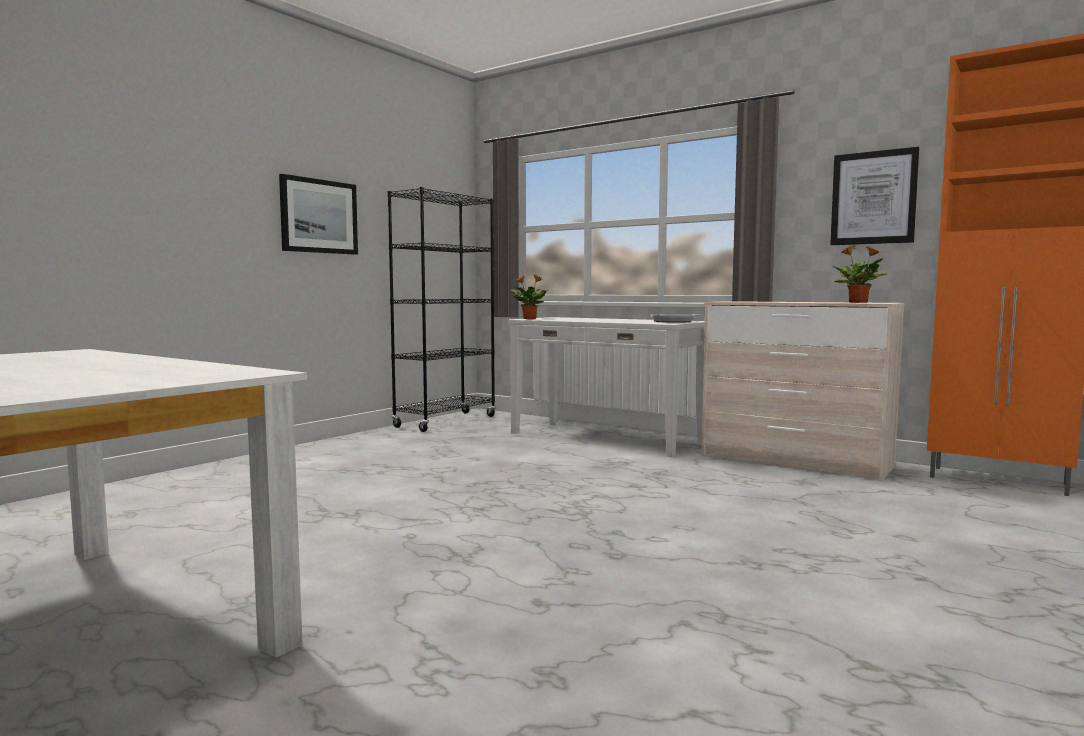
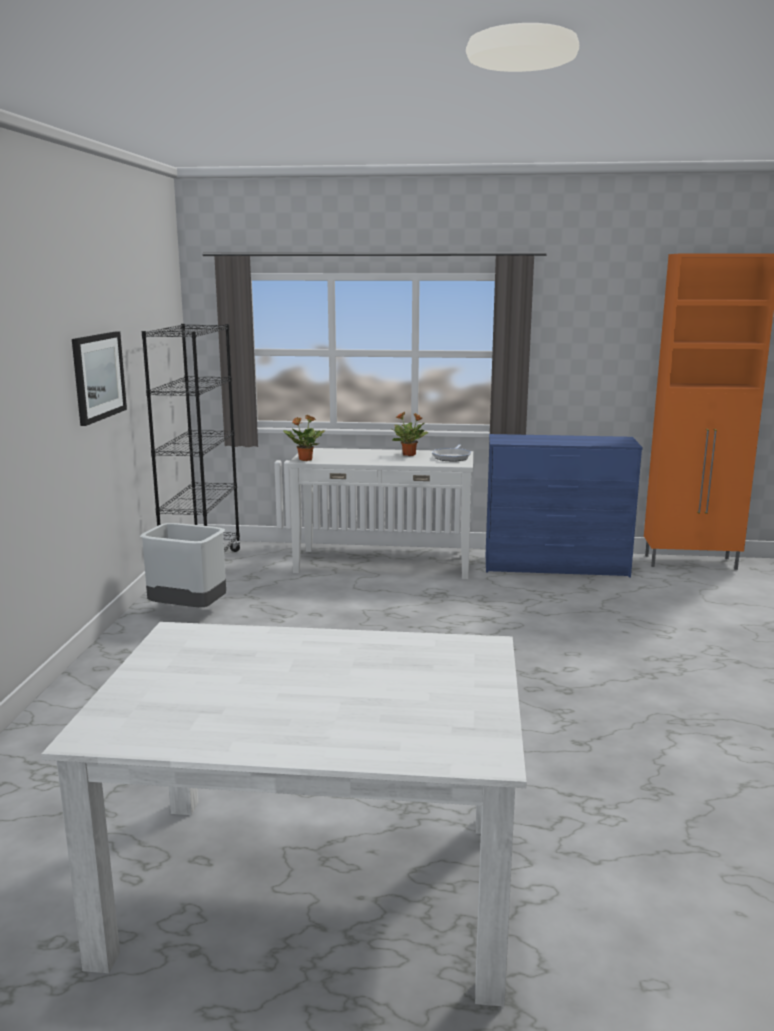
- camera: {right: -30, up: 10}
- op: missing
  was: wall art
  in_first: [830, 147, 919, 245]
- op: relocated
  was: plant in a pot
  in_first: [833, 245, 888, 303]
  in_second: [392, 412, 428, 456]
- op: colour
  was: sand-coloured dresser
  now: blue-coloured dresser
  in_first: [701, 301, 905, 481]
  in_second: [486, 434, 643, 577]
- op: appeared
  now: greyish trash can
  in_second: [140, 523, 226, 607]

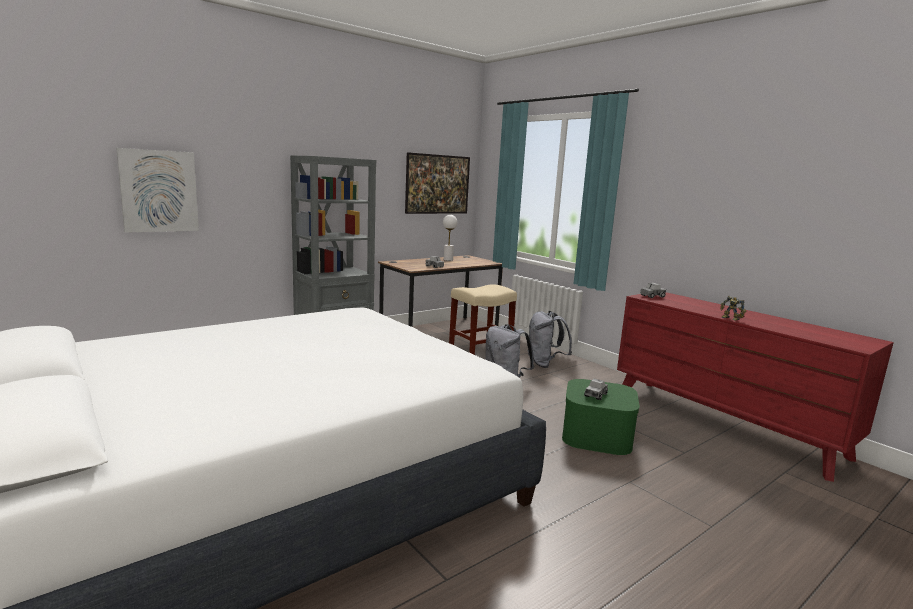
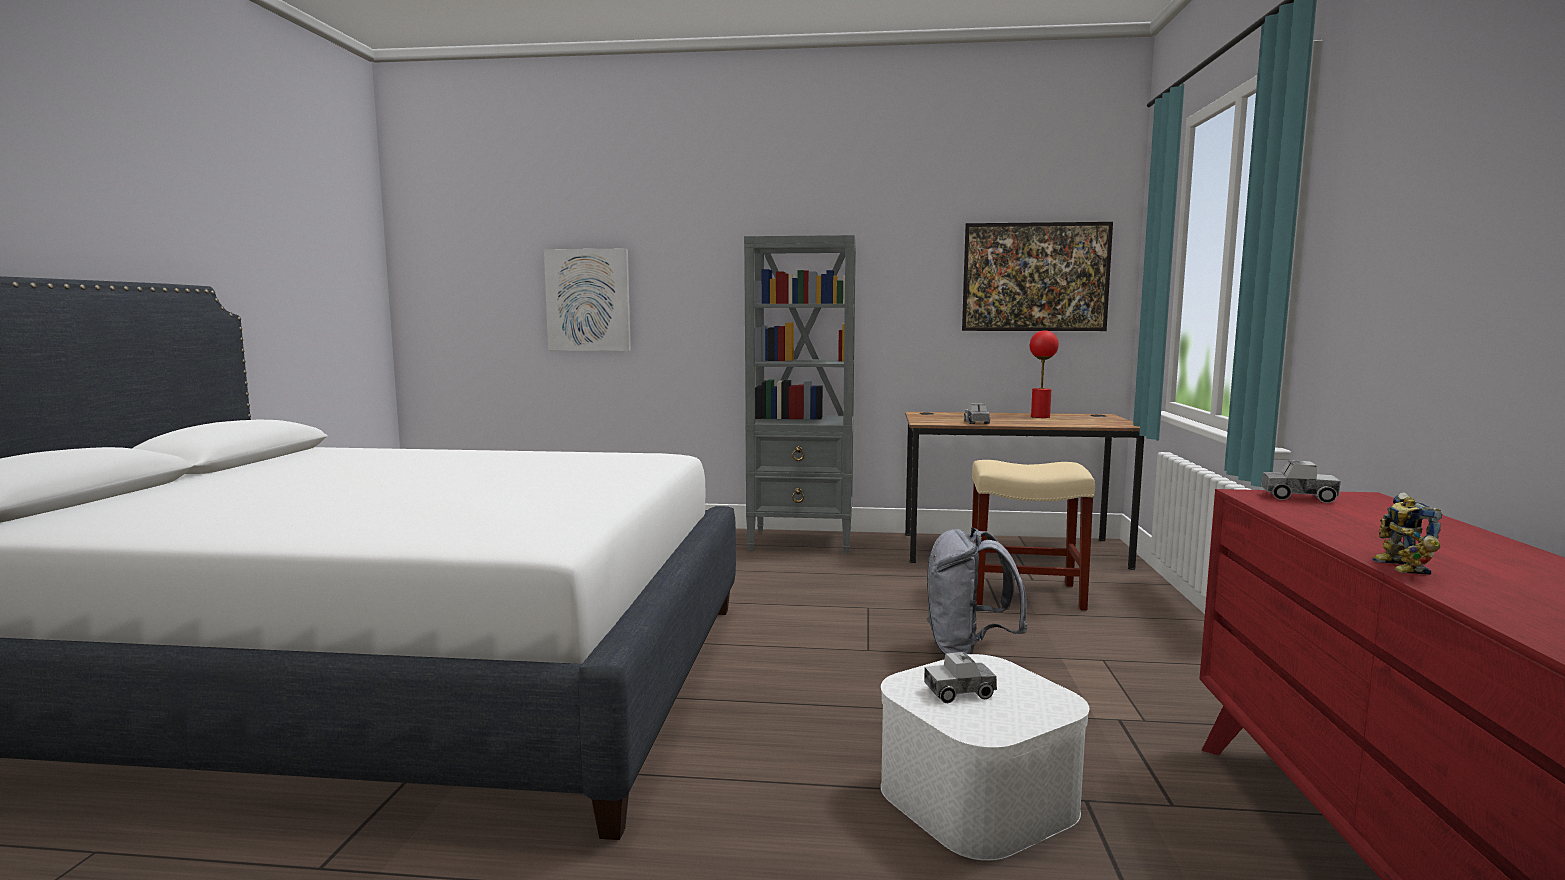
- camera: {right: 45, up: -5}
- op: colour
  was: whitish table lamp
  now: red table lamp
  in_first: [443, 215, 457, 261]
  in_second: [1030, 331, 1059, 418]
- op: missing
  was: greyish knapsack
  in_first: [527, 311, 572, 368]
- op: colour
  was: greenish storage container
  now: whitish storage container
  in_first: [562, 379, 640, 455]
  in_second: [881, 654, 1089, 861]

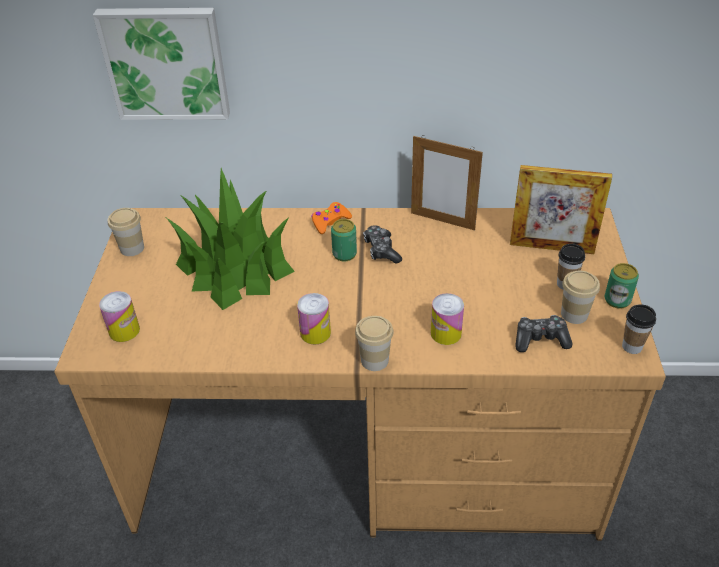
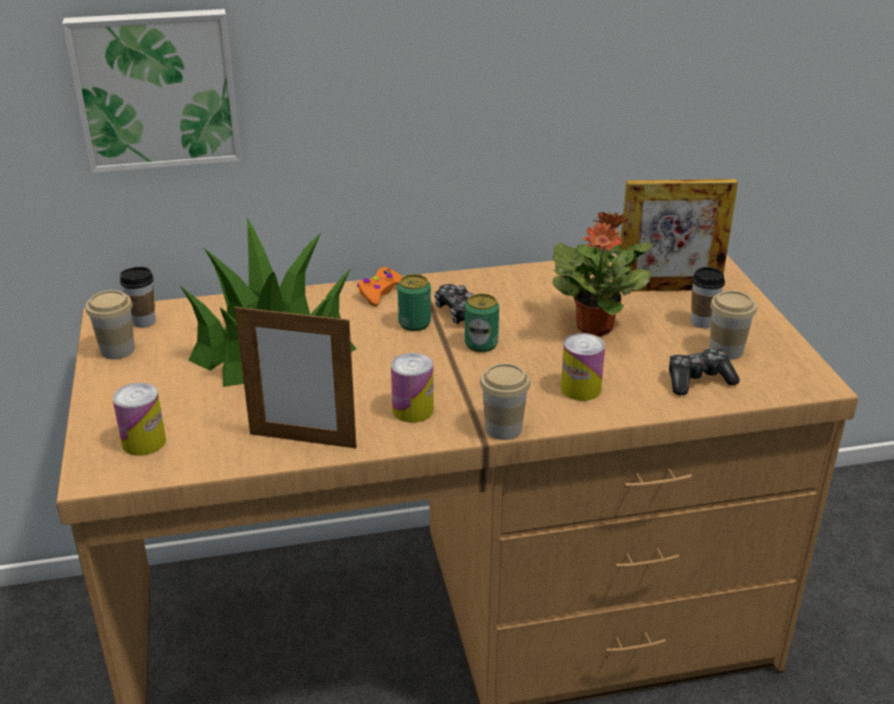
- camera: {right: -15, up: -10}
- op: relocated
  was: standing frame
  in_first: [411, 135, 483, 230]
  in_second: [235, 304, 357, 448]
- op: relocated
  was: sealed can
  in_first: [605, 263, 639, 309]
  in_second: [465, 294, 499, 352]
- op: relocated
  was: drinking cup
  in_first: [622, 304, 656, 354]
  in_second: [120, 267, 156, 328]
- op: appeared
  now: plant in a pot
  in_second: [552, 212, 653, 336]

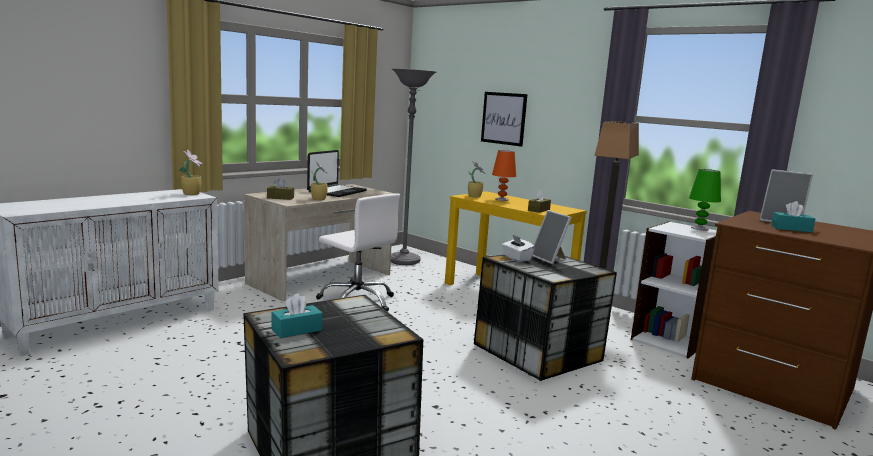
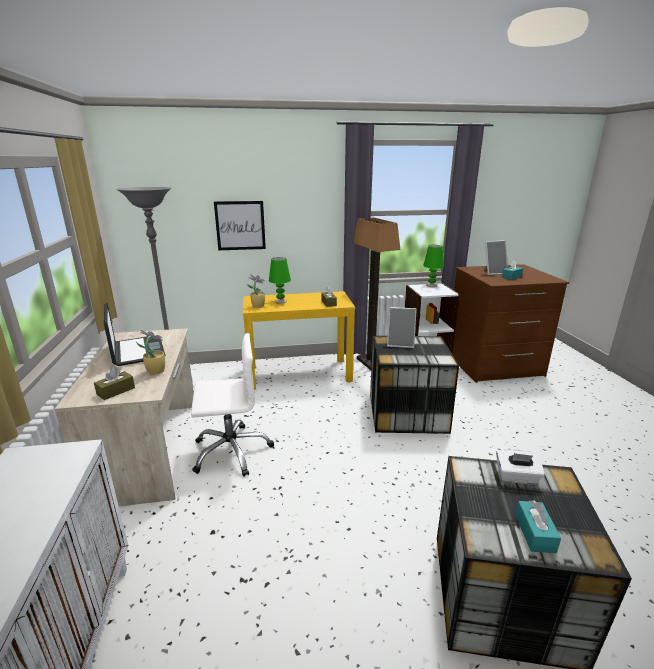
- camera: {right: -50, up: 10}
- op: missing
  was: plant in a pot
  in_first: [179, 149, 203, 195]
- op: colour
  was: orange-coloured table lamp
  now: greenish table lamp
  in_first: [492, 150, 516, 201]
  in_second: [269, 257, 291, 304]
- op: relocated
  was: whitish tissue box
  in_first: [502, 235, 535, 262]
  in_second: [496, 449, 545, 484]

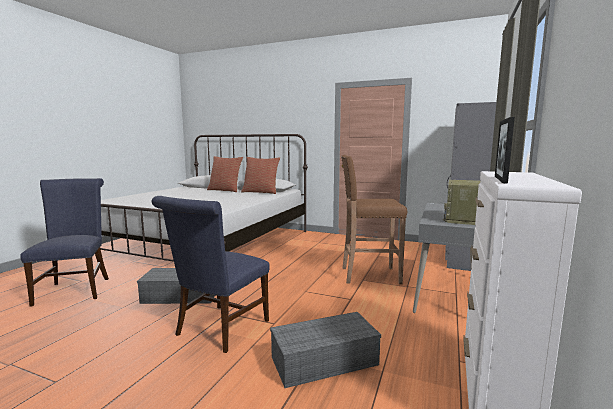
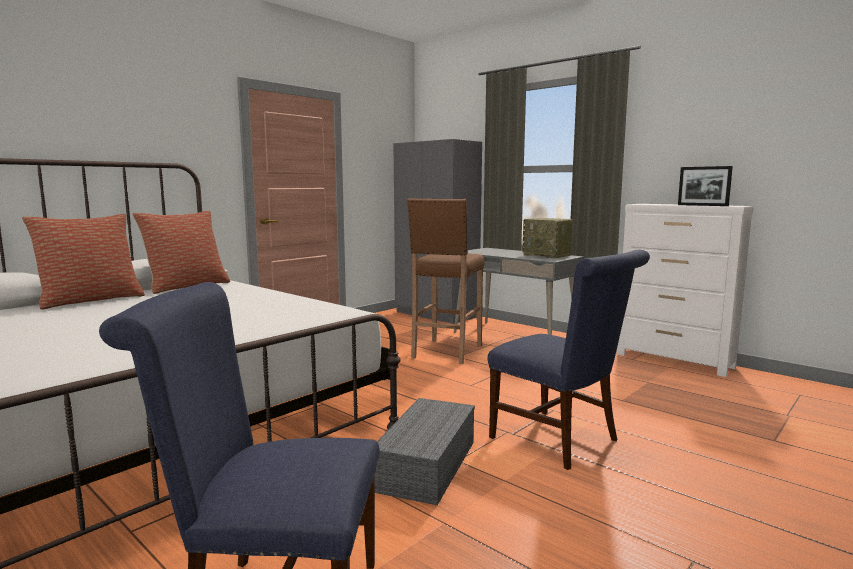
- camera: {right: -70, up: 0}
- op: missing
  was: greyish storage container
  in_first: [270, 312, 381, 388]

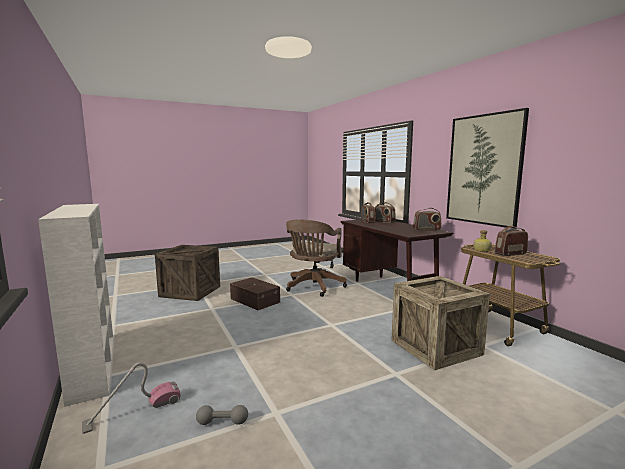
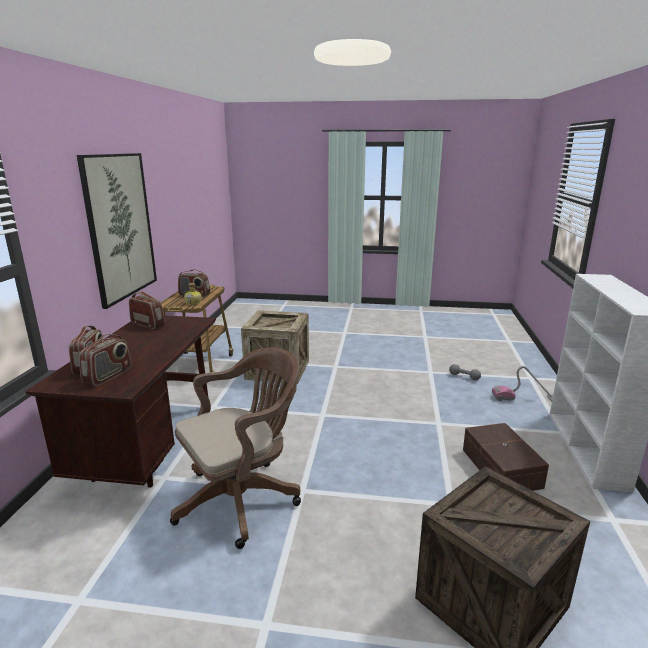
- camera: {right: -145, up: 10}
- op: relocated
  was: brownish storage container
  in_first: [230, 277, 280, 310]
  in_second: [463, 423, 549, 491]

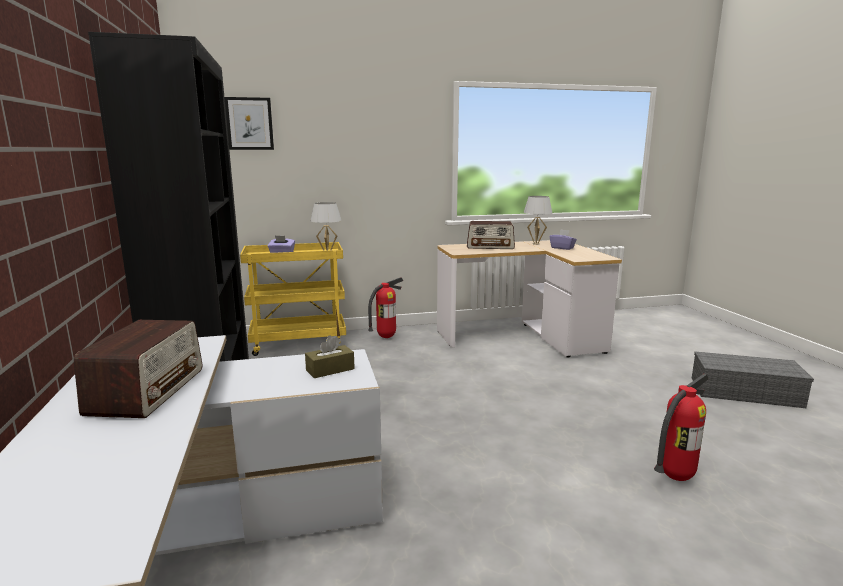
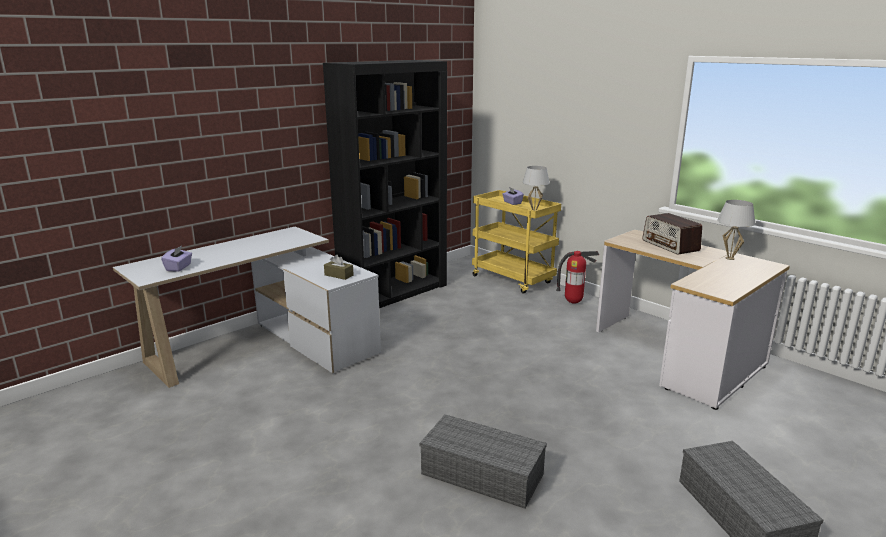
- camera: {right: 60, up: 5}
- op: missing
  was: wall art
  in_first: [224, 97, 274, 150]
- op: relocated
  was: purple-coloured tissue box
  in_first: [550, 229, 577, 250]
  in_second: [161, 245, 192, 272]
- op: missing
  was: radio set
  in_first: [74, 320, 202, 418]
- op: exchanged
  was: extinguisher
  now: greyish storage container
  in_first: [654, 374, 708, 481]
  in_second: [420, 414, 547, 509]

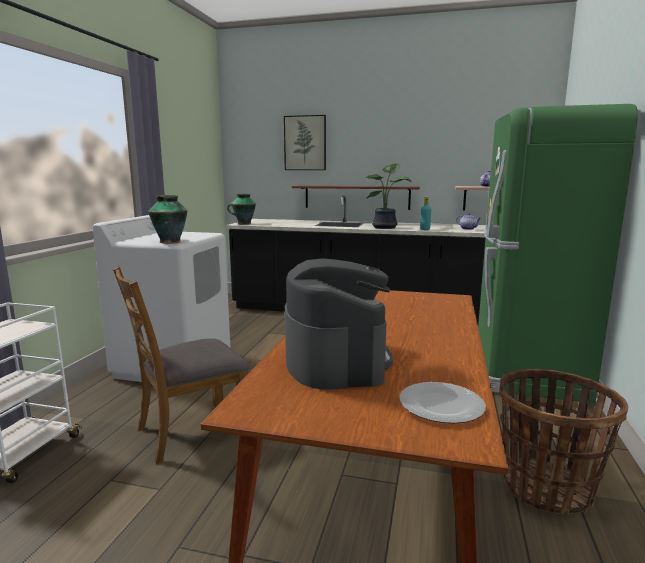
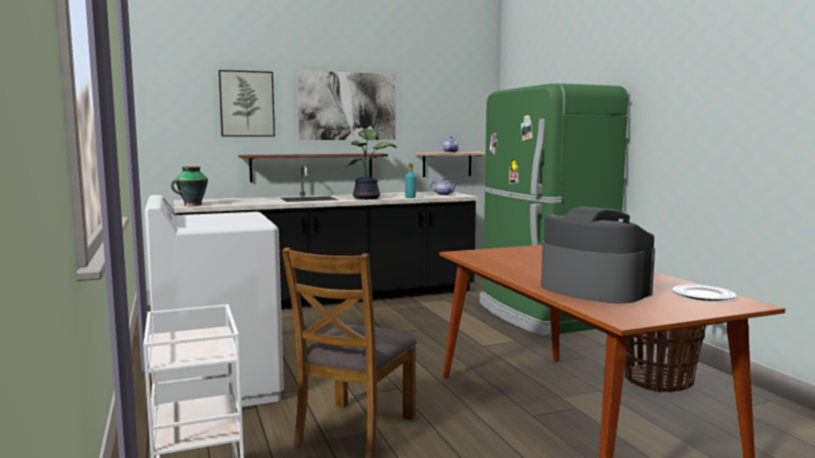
- camera: {right: -35, up: -5}
- op: missing
  was: flower vase
  in_first: [148, 195, 187, 244]
- op: appeared
  now: wall art
  in_second: [297, 70, 396, 140]

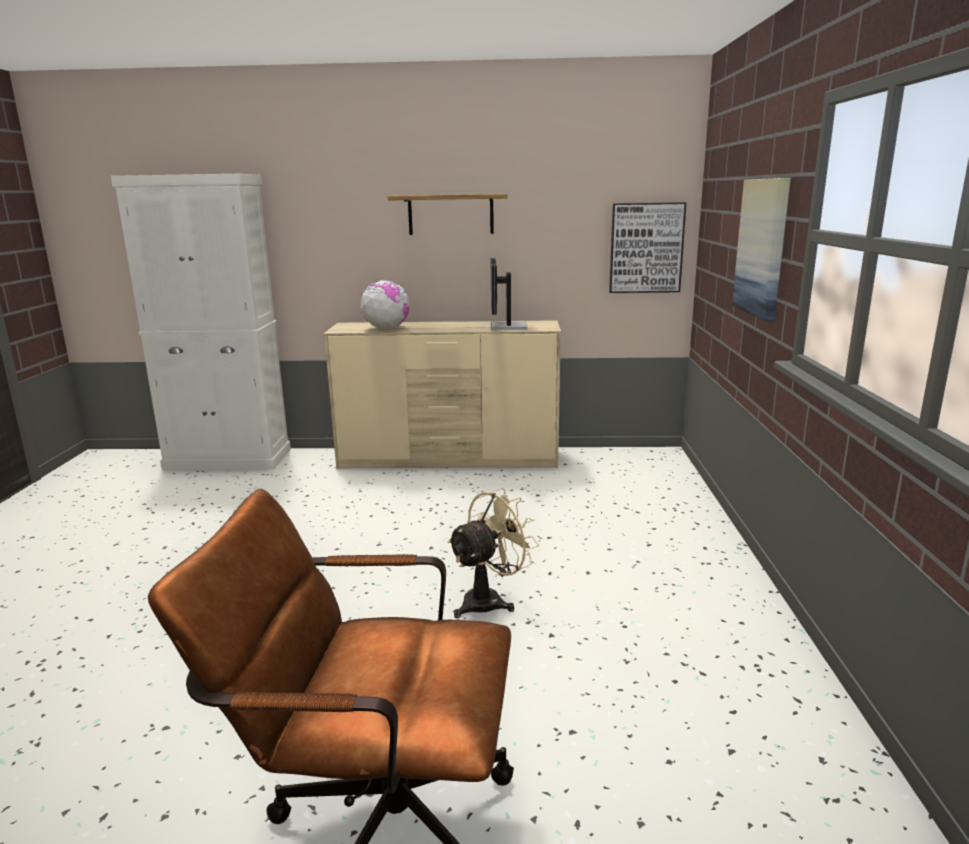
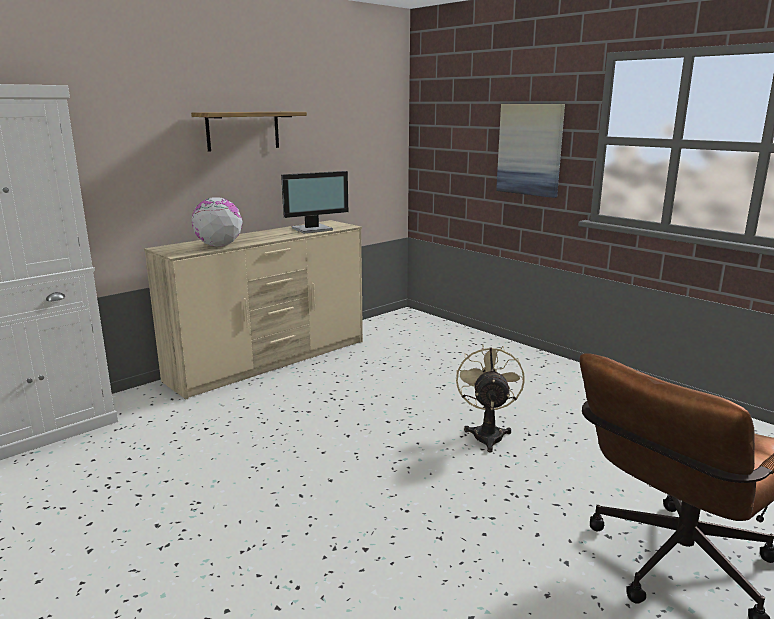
- camera: {right: -45, up: 0}
- op: missing
  was: wall art
  in_first: [609, 202, 686, 293]
- op: spun
  was: computer screen
  in_first: [490, 258, 527, 330]
  in_second: [281, 171, 348, 233]
  clockwise: -75

